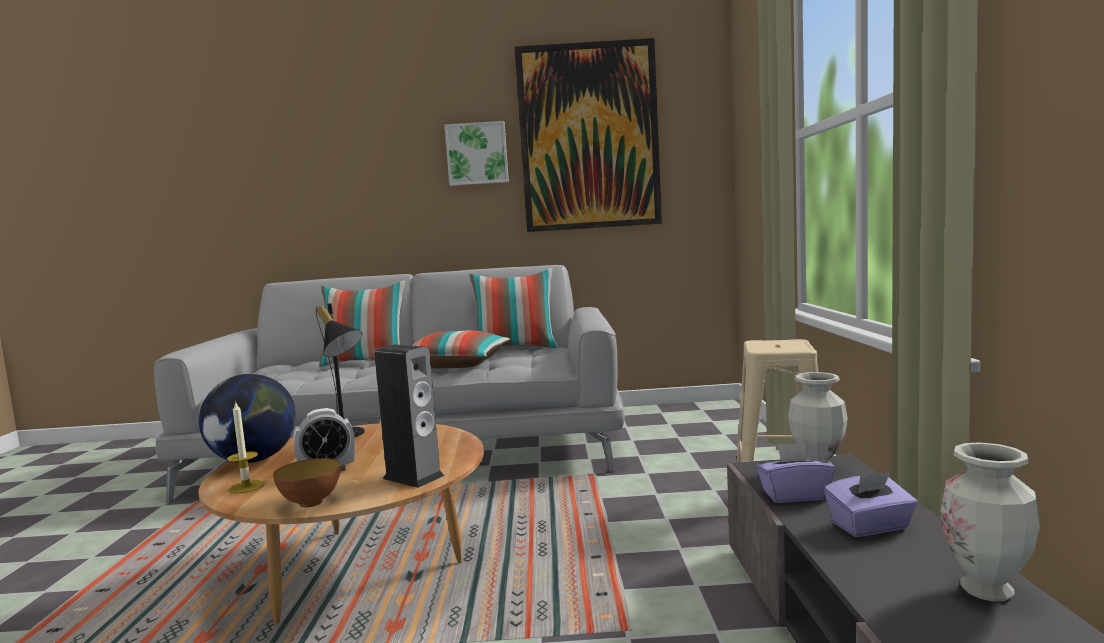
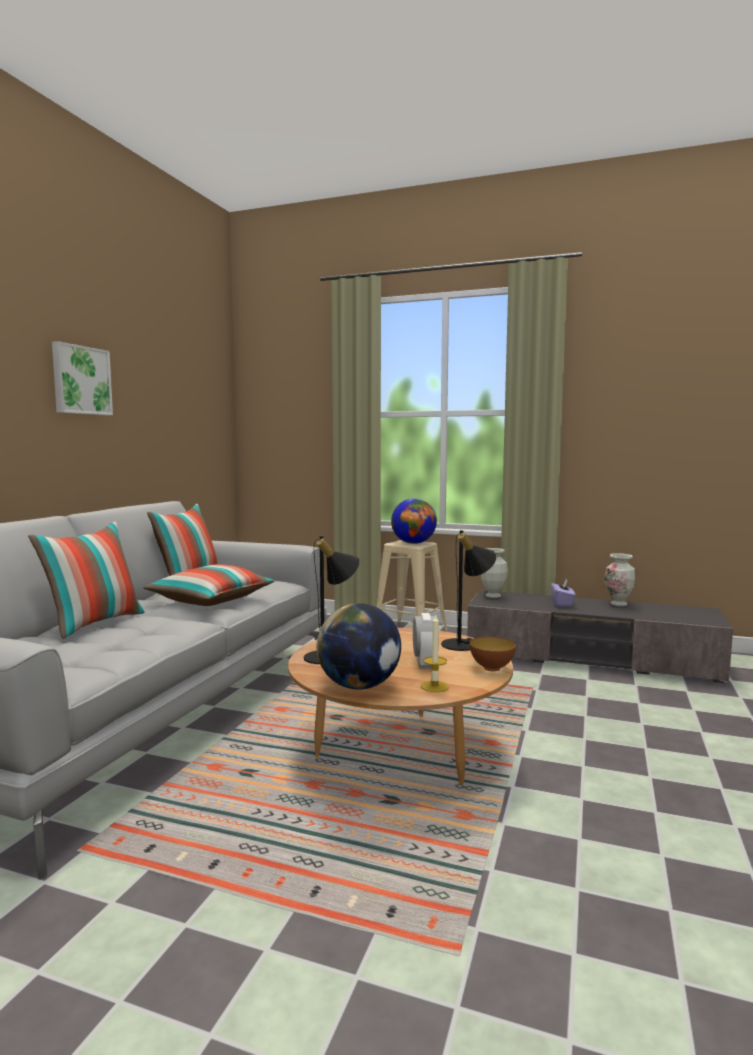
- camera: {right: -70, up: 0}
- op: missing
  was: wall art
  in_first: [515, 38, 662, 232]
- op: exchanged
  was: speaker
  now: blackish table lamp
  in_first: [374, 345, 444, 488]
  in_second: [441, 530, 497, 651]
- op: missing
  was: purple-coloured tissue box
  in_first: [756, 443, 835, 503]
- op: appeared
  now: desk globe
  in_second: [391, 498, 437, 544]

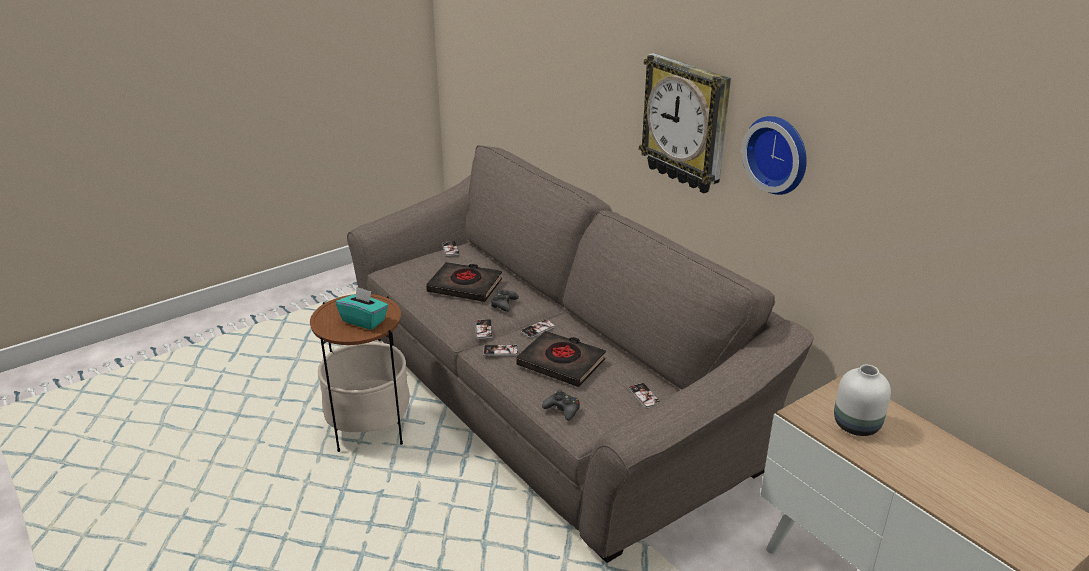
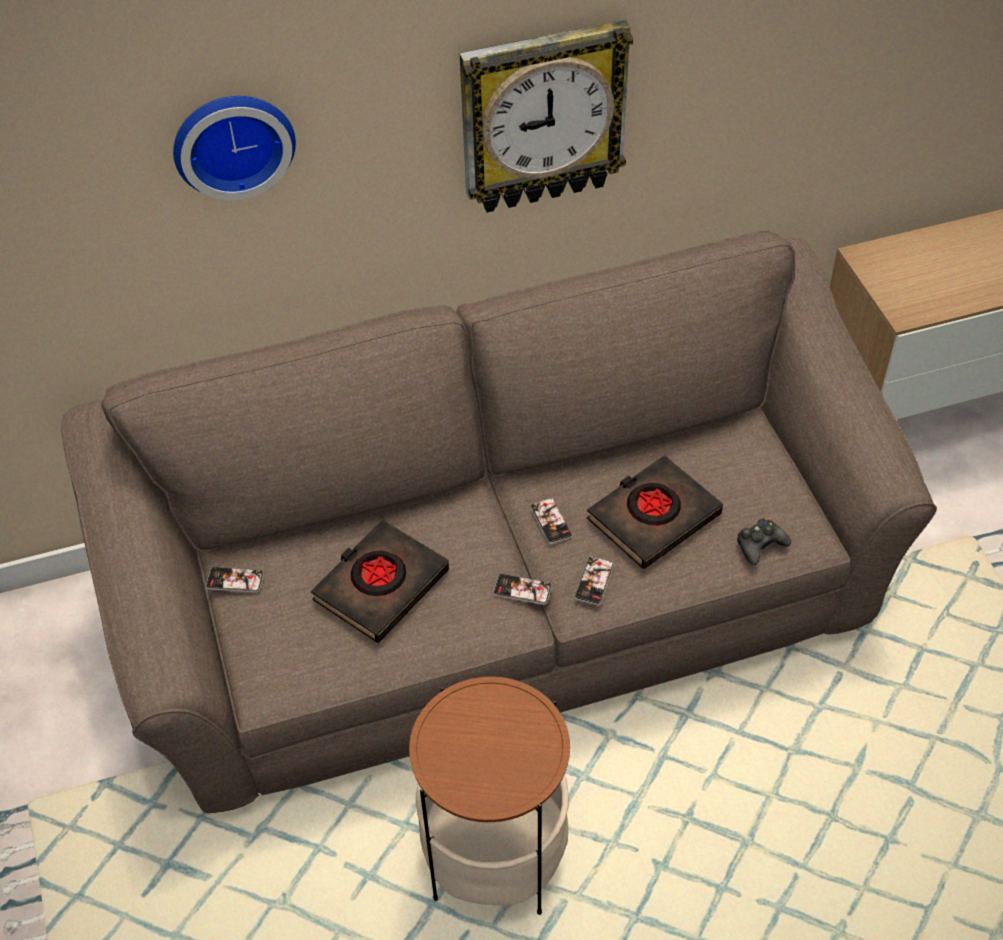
- camera: {right: -70, up: 20}
- op: relocated
  was: hanging clock
  in_first: [742, 116, 807, 195]
  in_second: [173, 96, 296, 200]
- op: missing
  was: turquoise tissue box
  in_first: [336, 286, 388, 330]
- op: missing
  was: blackish gamepad
  in_first: [491, 290, 519, 312]
- op: missing
  was: whitish flower vase
  in_first: [834, 365, 891, 436]
- op: missing
  was: handset
  in_first: [629, 383, 659, 409]

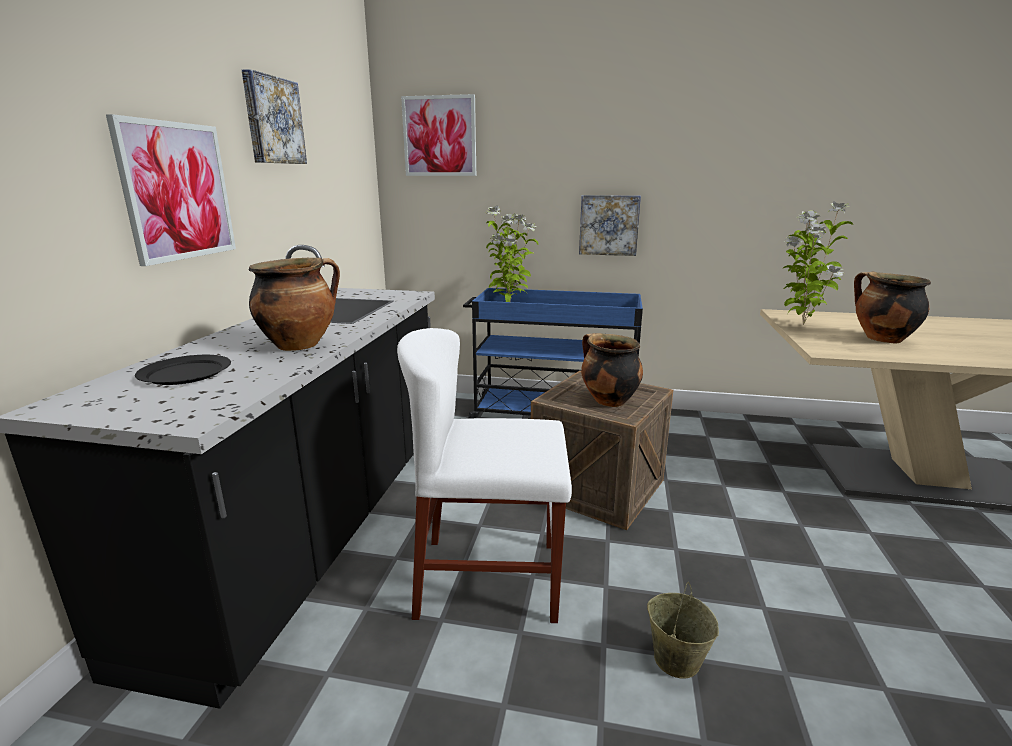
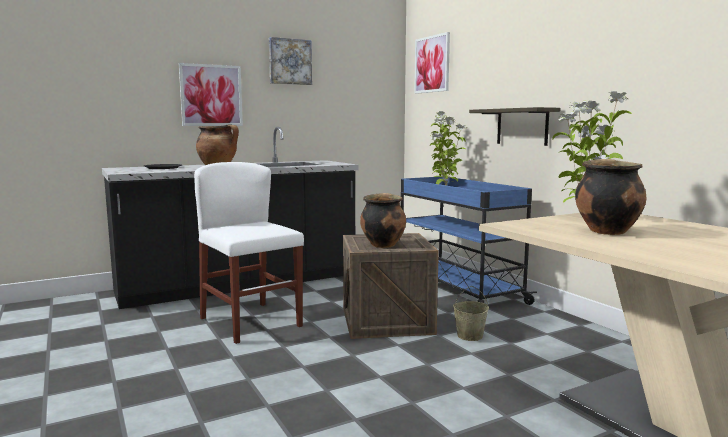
- camera: {right: 50, up: -10}
- op: exchanged
  was: wall art
  now: wall shelf
  in_first: [579, 195, 641, 256]
  in_second: [469, 107, 561, 146]
- op: relocated
  was: sand-coloured water bucket
  in_first: [647, 582, 719, 679]
  in_second: [453, 286, 489, 341]

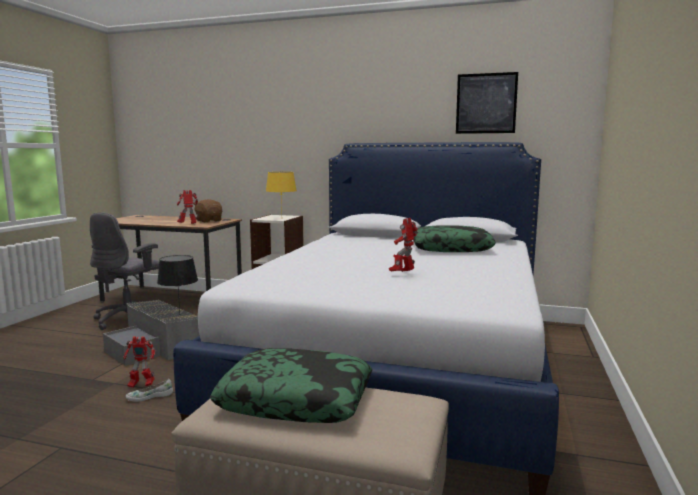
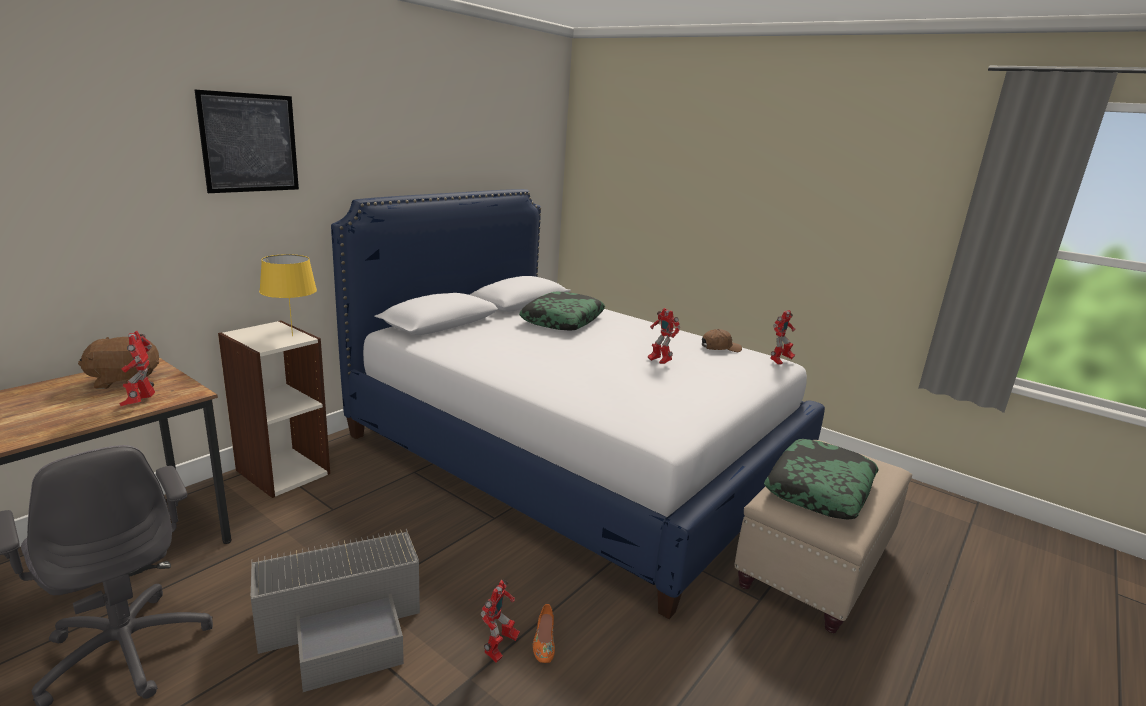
- camera: {right: -70, up: 10}
- op: relocated
  was: wall art
  in_first: [456, 72, 518, 134]
  in_second: [194, 89, 299, 193]
- op: missing
  was: blackish table lamp
  in_first: [157, 255, 198, 313]
- op: colour
  was: whitish low shoe
  now: orange-coloured low shoe
  in_first: [126, 379, 173, 401]
  in_second: [533, 604, 555, 663]
- op: appeared
  now: model robot
  in_second: [770, 310, 796, 365]
- op: appeared
  now: brownish baseball cap
  in_second: [702, 329, 742, 352]

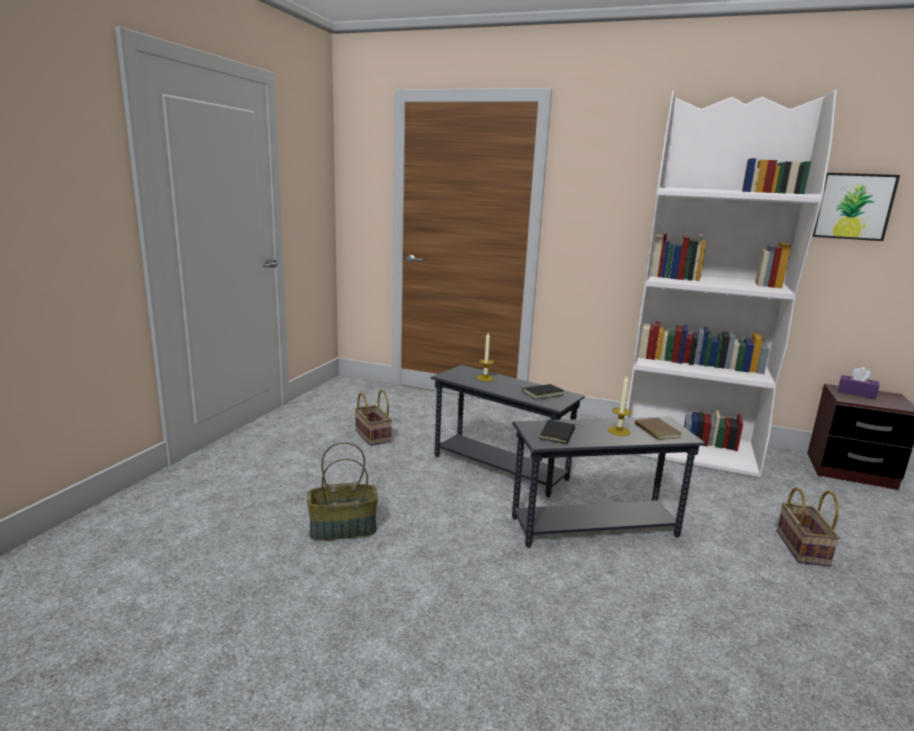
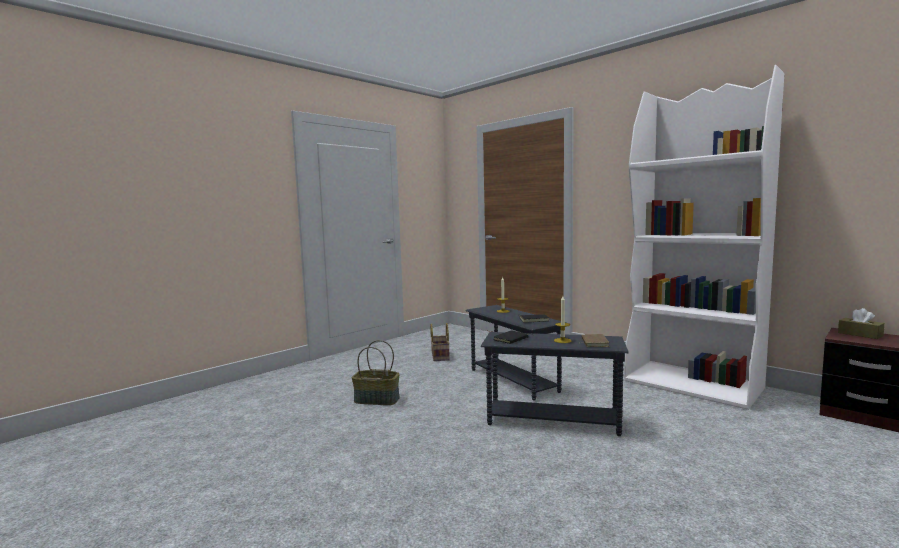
- camera: {right: 25, up: -10}
- op: missing
  was: wall art
  in_first: [812, 173, 900, 241]
- op: colour
  was: purple-coloured tissue box
  now: brownish tissue box
  in_first: [838, 367, 879, 399]
  in_second: [838, 308, 885, 339]
- op: missing
  was: household basket
  in_first: [777, 487, 840, 566]

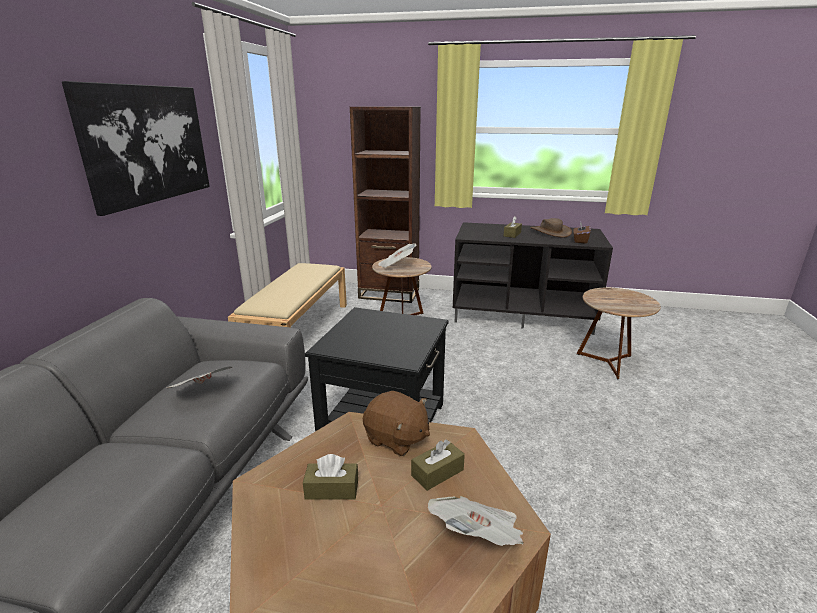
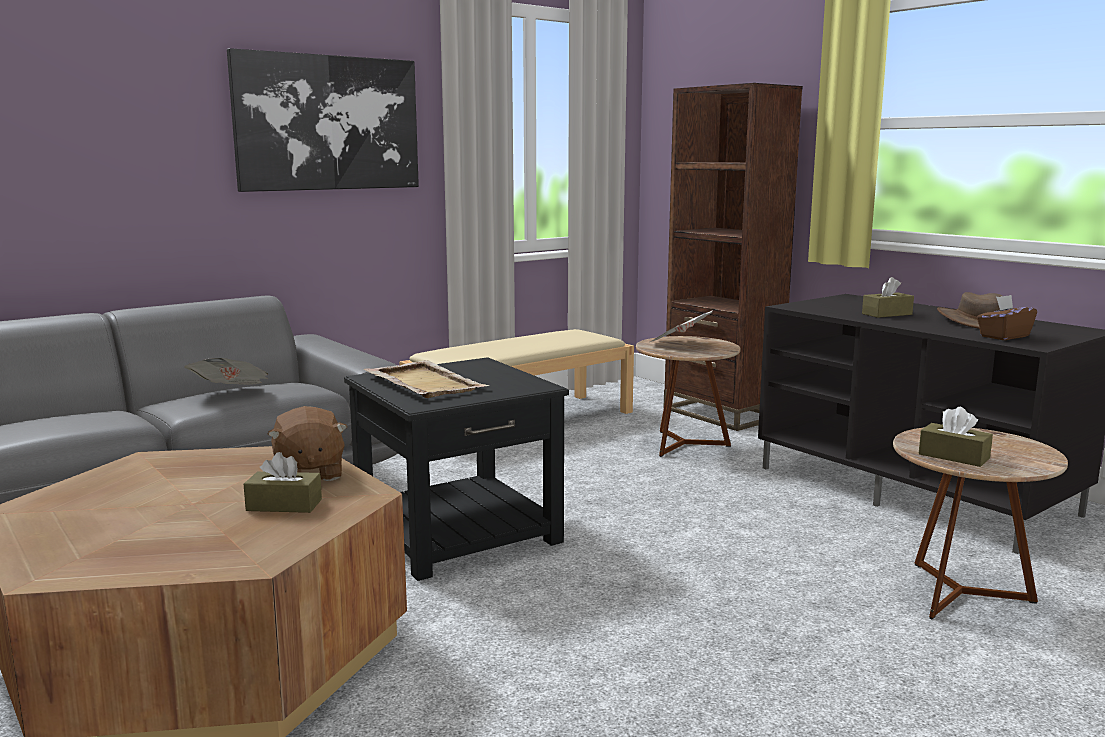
- camera: {right: 40, up: -10}
- op: relocated
  was: brownish tissue box
  in_first: [303, 454, 358, 500]
  in_second: [918, 407, 993, 467]
- op: missing
  was: newspaper
  in_first: [428, 496, 524, 546]
- op: appeared
  now: sand-coloured carrying tray
  in_second: [364, 360, 489, 398]

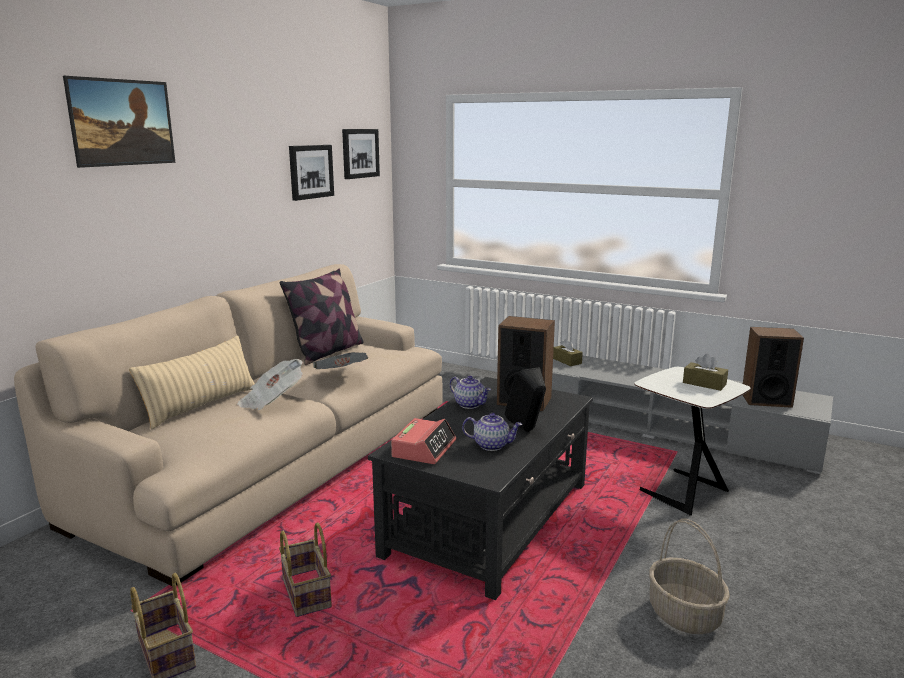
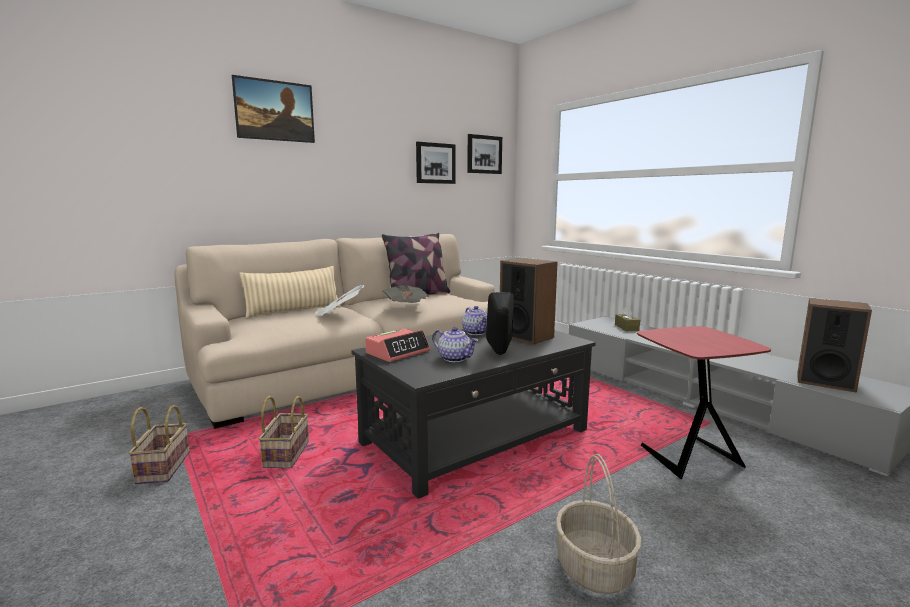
- camera: {right: 25, up: -5}
- op: missing
  was: brownish tissue box
  in_first: [683, 354, 728, 391]
- op: colour
  was: whitish accent table
  now: red accent table
  in_first: [634, 367, 751, 516]
  in_second: [637, 326, 771, 479]

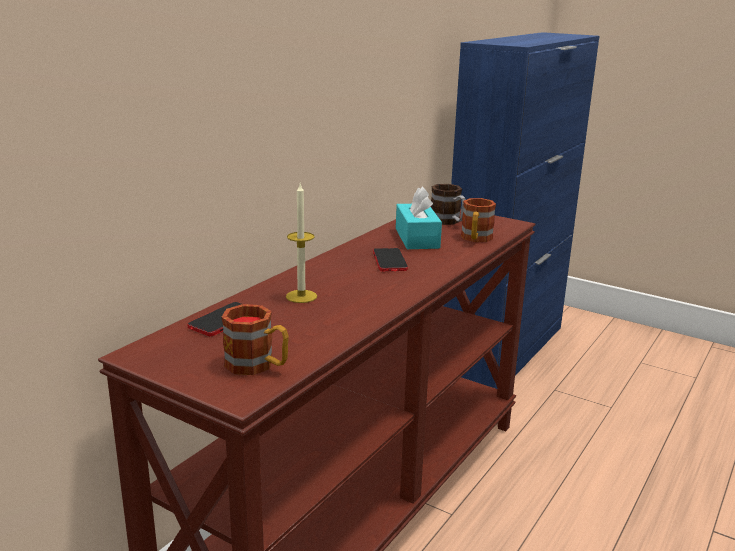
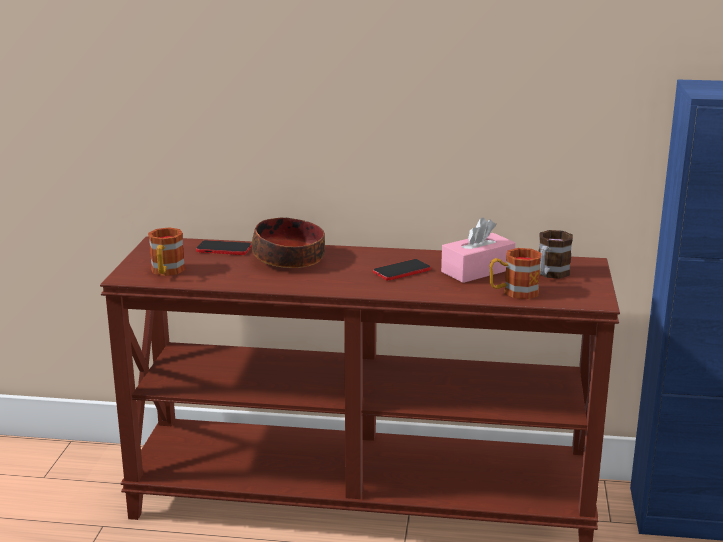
- camera: {right: 65, up: 0}
- op: exchanged
  was: wax light
  now: bowl
  in_first: [286, 184, 317, 303]
  in_second: [251, 217, 325, 268]
- op: colour
  was: turquoise tissue box
  now: pink tissue box
  in_first: [396, 186, 442, 249]
  in_second: [441, 218, 515, 283]

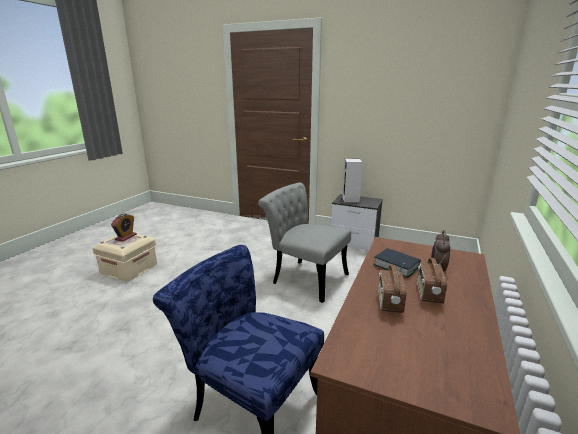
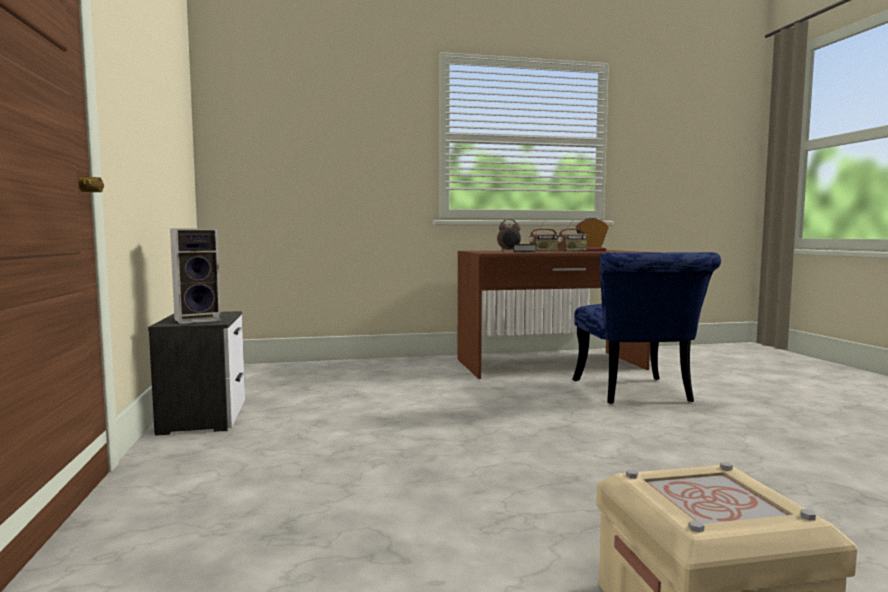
- camera: {right: -125, up: -15}
- op: missing
  was: greyish upright chair
  in_first: [258, 182, 351, 303]
- op: relocated
  was: table clock
  in_first: [111, 213, 137, 241]
  in_second: [576, 218, 609, 251]

